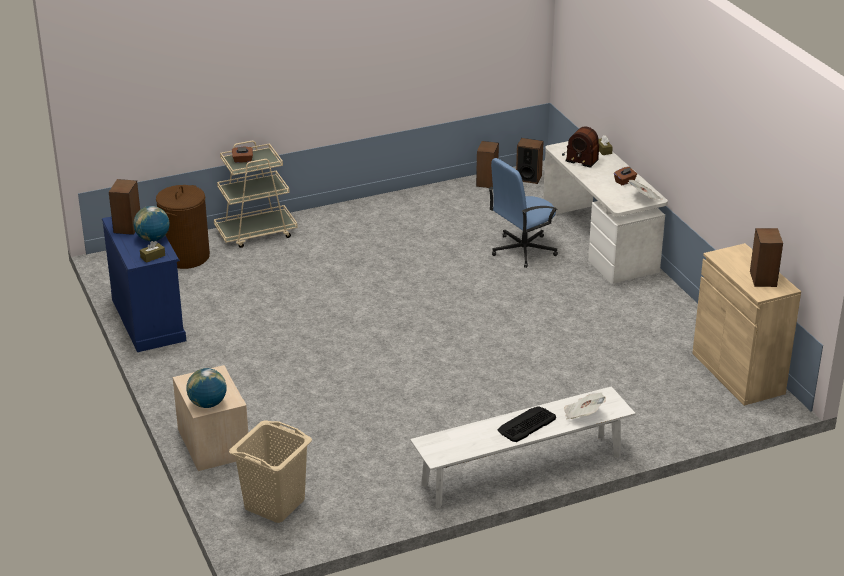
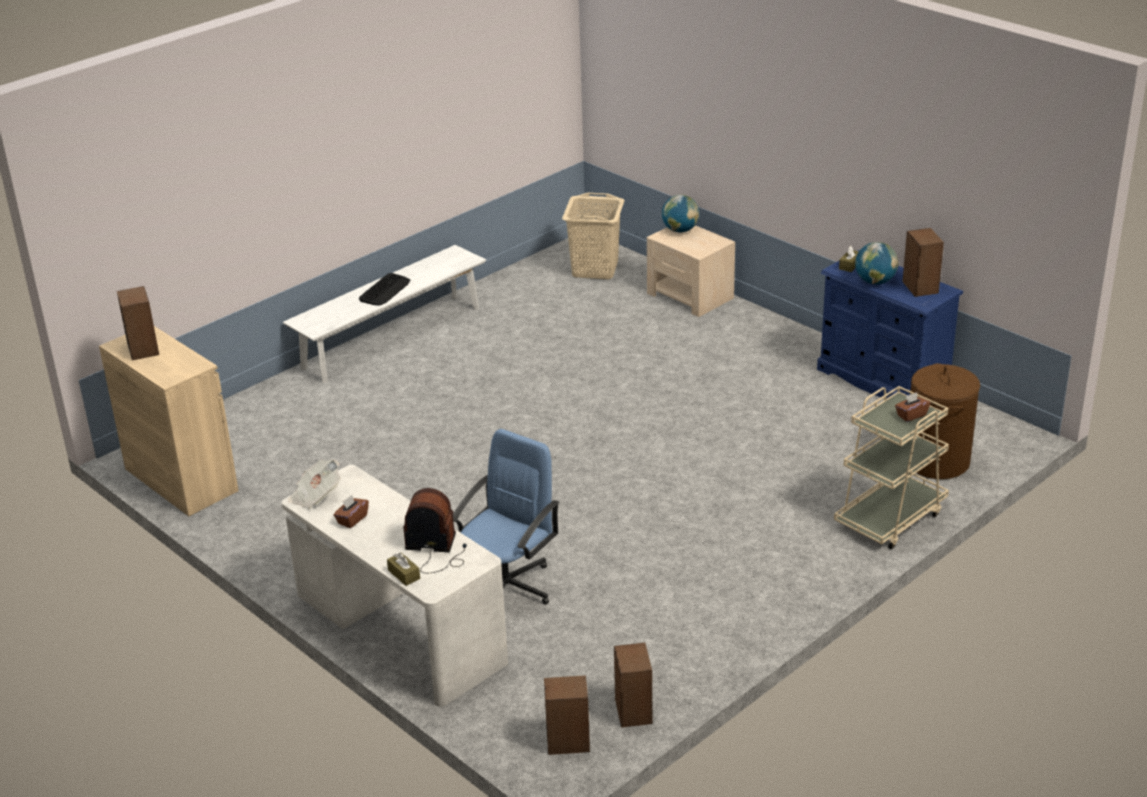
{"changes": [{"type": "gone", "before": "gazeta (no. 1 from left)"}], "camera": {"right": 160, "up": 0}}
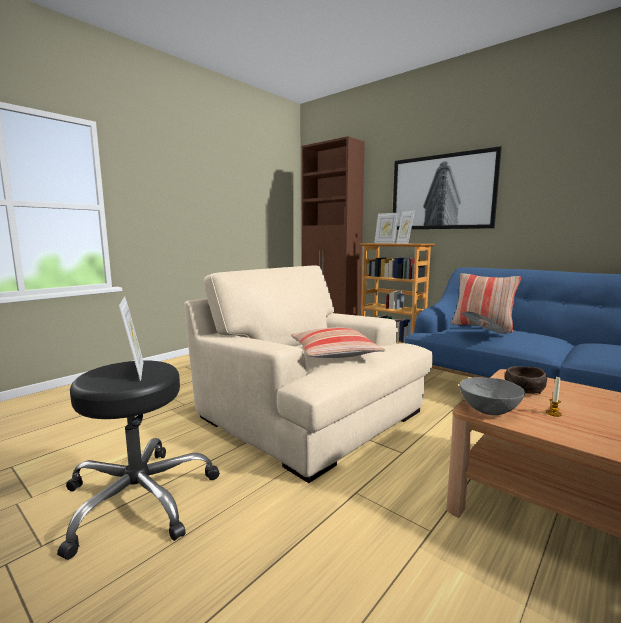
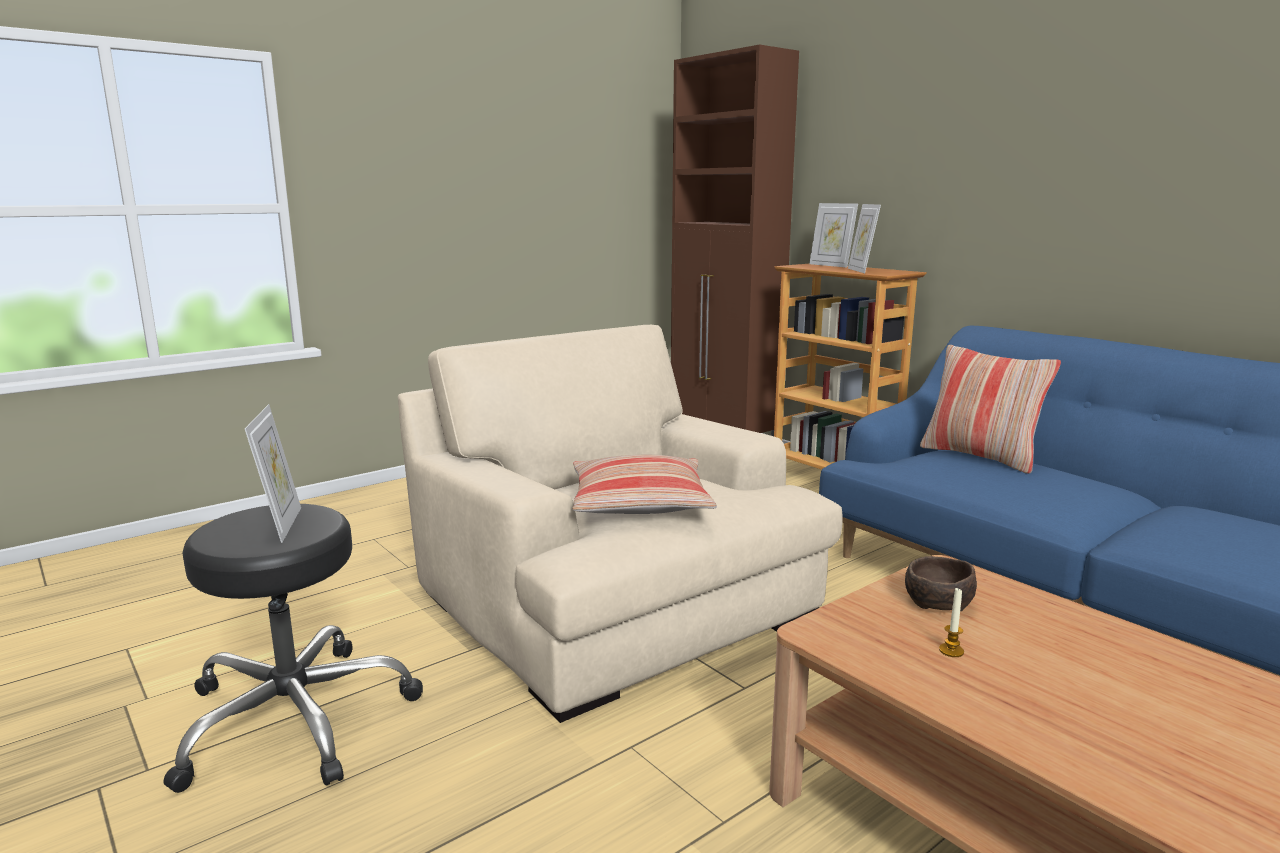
{"changes": [{"type": "gone", "before": "obraz"}, {"type": "gone", "before": "miska (szary)"}, {"type": "gone", "before": "gazeta"}], "camera": {"right": 10, "up": 5}}
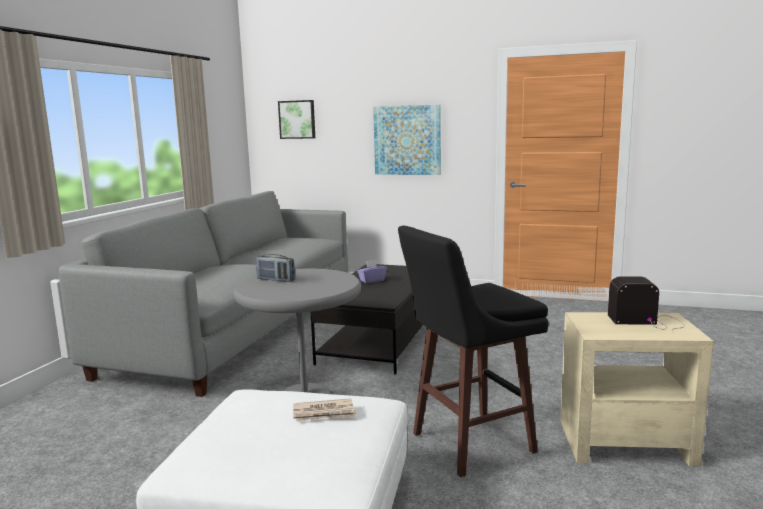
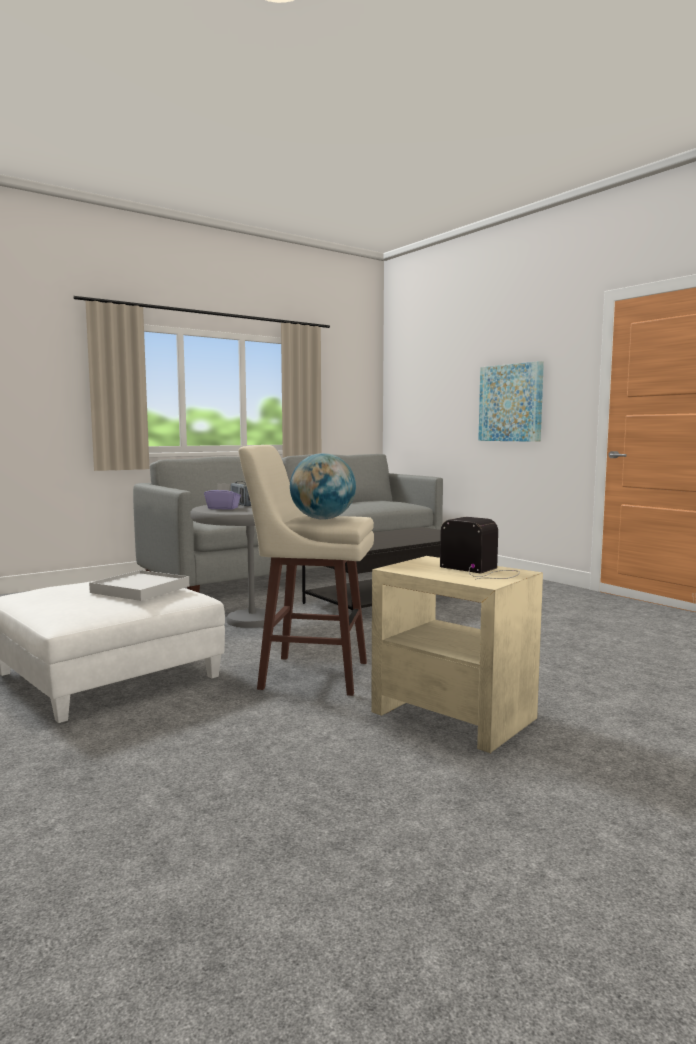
{"changes": [{"type": "swapped", "before": "gazeta", "after": "taca (biały)"}, {"type": "shifted", "before": "pudełko chusteczek (fioletowy)"}, {"type": "repainted", "before": "stołek (czarny)", "after": "stołek (beżowy)"}, {"type": "new", "after": "globus"}, {"type": "gone", "before": "obraz (no. 1 from left)"}], "camera": {"right": 35, "up": -5}}
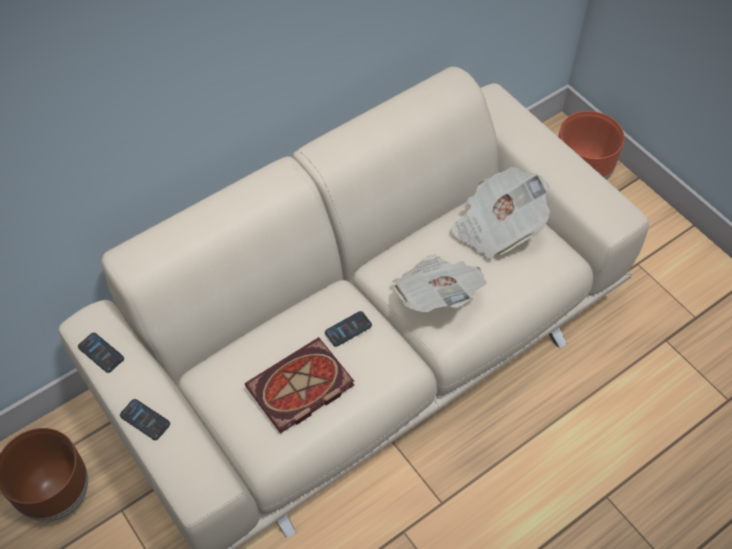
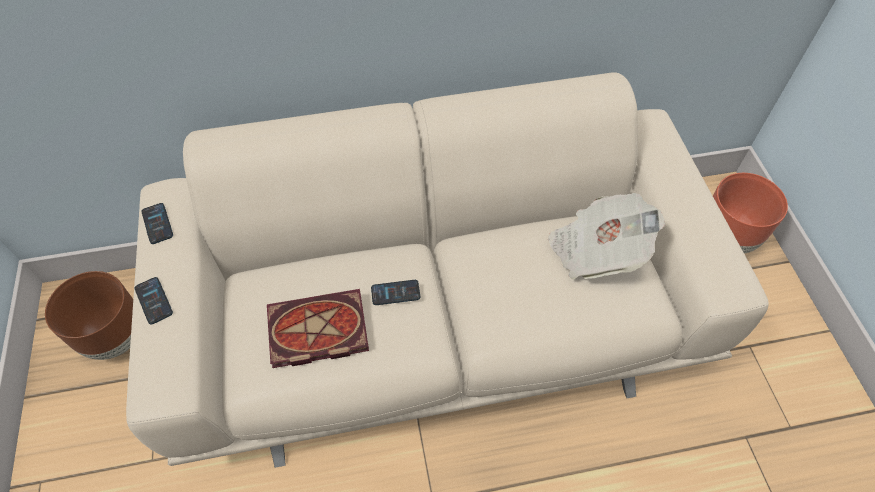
{"changes": [{"type": "gone", "before": "gazeta (no. 1 from left)"}], "camera": {"right": 25, "up": 0}}
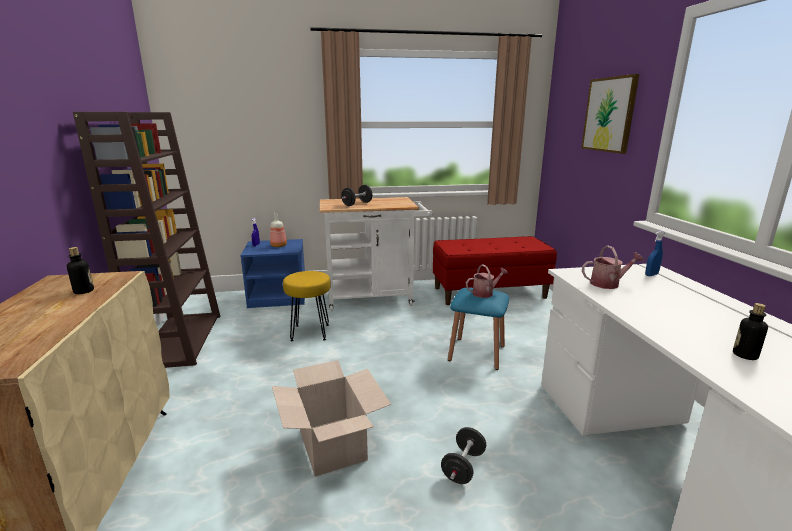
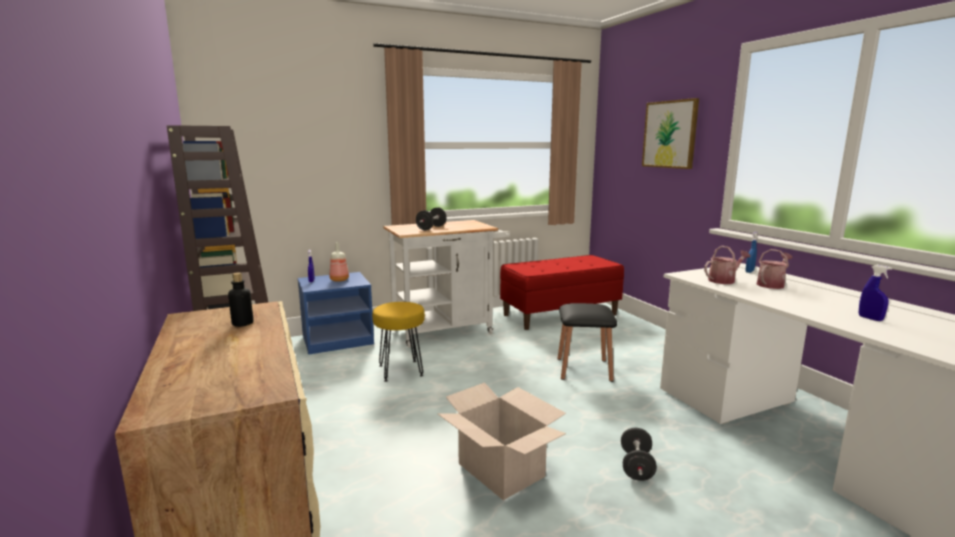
{"changes": [{"type": "repainted", "before": "stołek (niebieski)", "after": "stołek (czarny)"}, {"type": "shifted", "before": "konewka (no. 1 from left in the first image)", "after": "konewka (no. 2 from left)"}, {"type": "swapped", "before": "butelka (no. 3 from left)", "after": "spryskiwacz (niebieski) (no. 3 from left)"}], "camera": {"right": -15, "up": -5}}
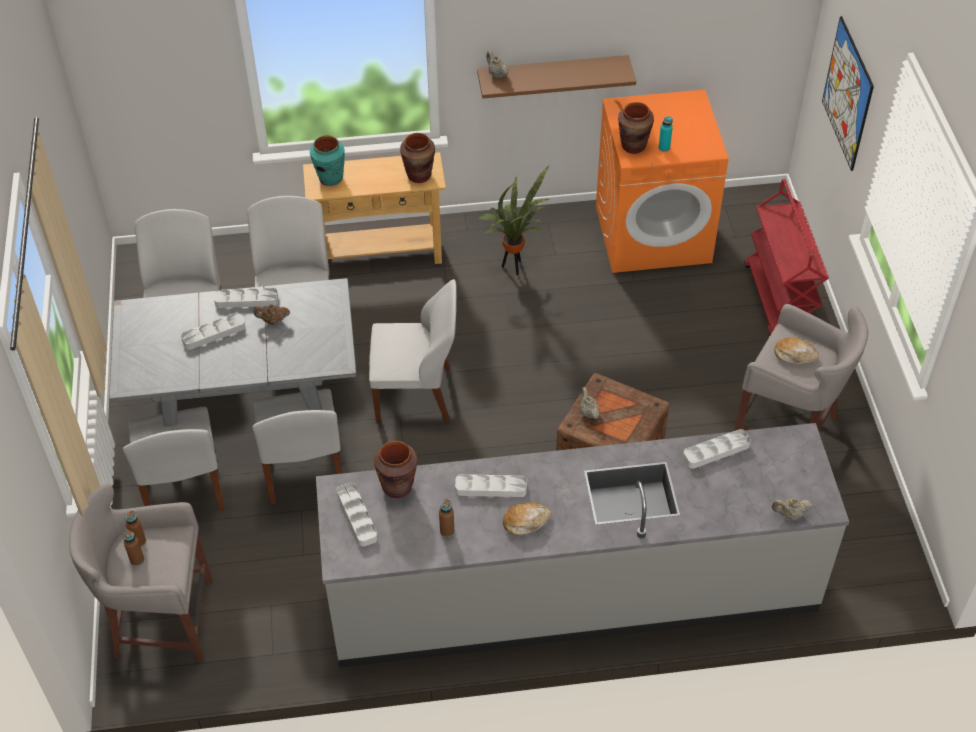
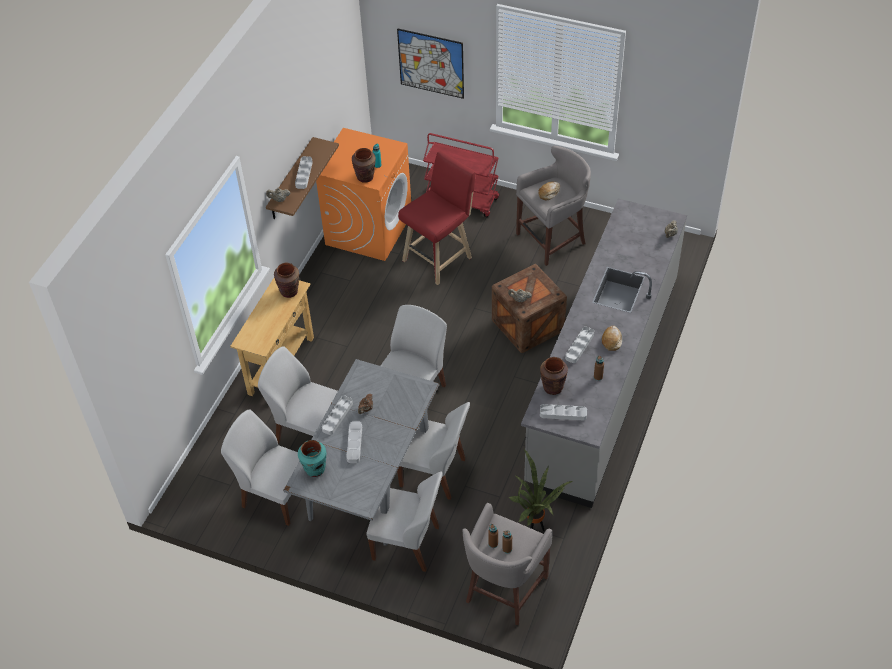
{"changes": [{"type": "shifted", "before": "taca (szary) (no. 5 from left in the first image)", "after": "taca (szary) (no. 1 from left)"}, {"type": "shifted", "before": "wazon (turkusowy)"}, {"type": "new", "after": "stołek (czerwony)"}, {"type": "shifted", "before": "roślina doniczkowa"}], "camera": {"right": -60, "up": 0}}
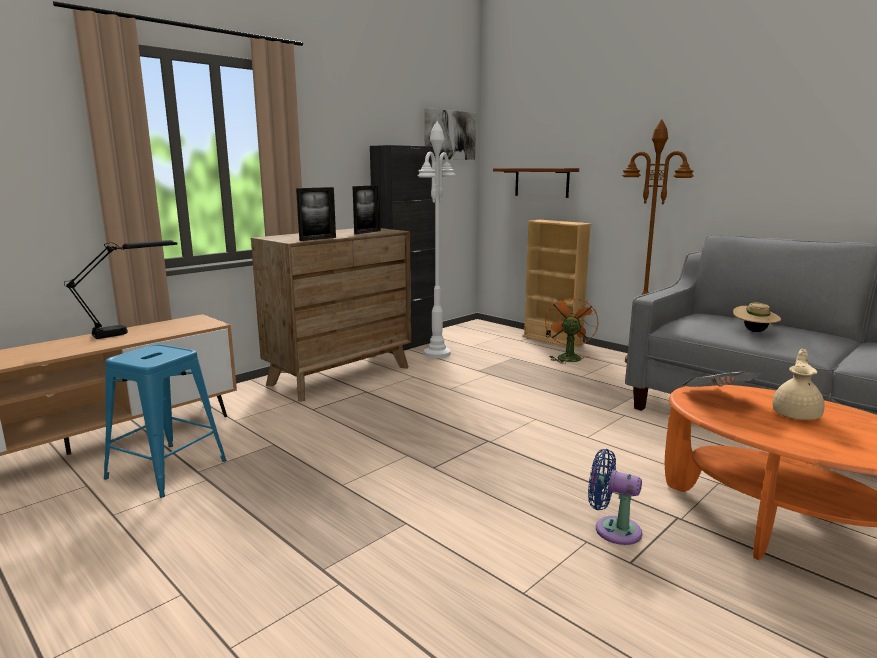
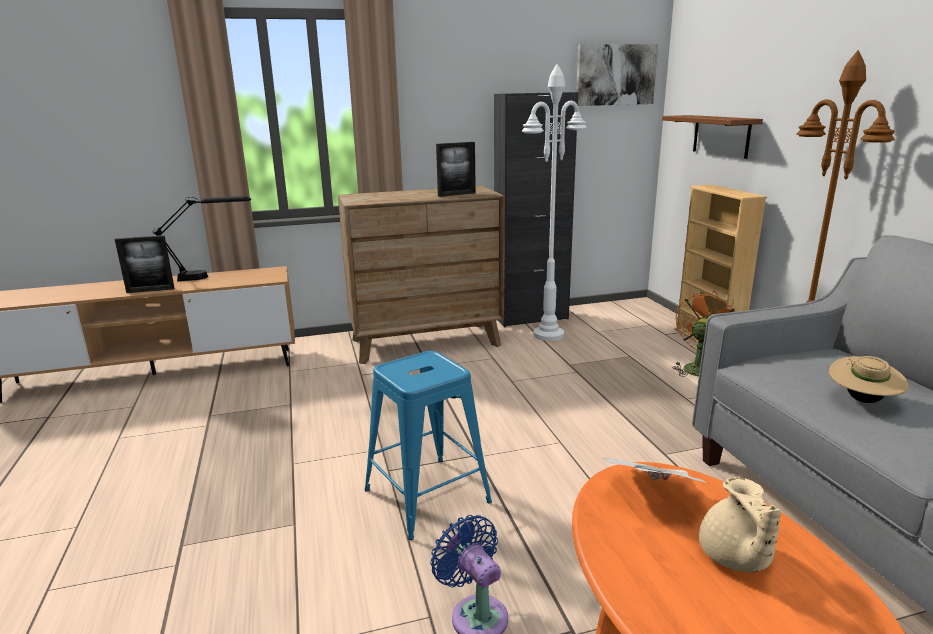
{"changes": [{"type": "shifted", "before": "ramka na zdjęcie (no. 1 from left)"}, {"type": "shifted", "before": "stołek (niebieski)"}, {"type": "rotated", "before": "imbryk (beżowy)", "turn": 120}], "camera": {"right": 30, "up": 5}}
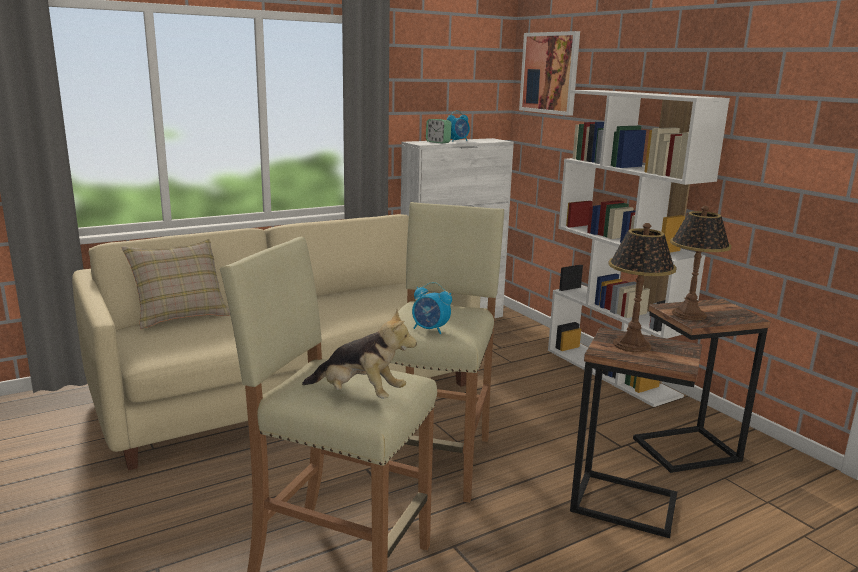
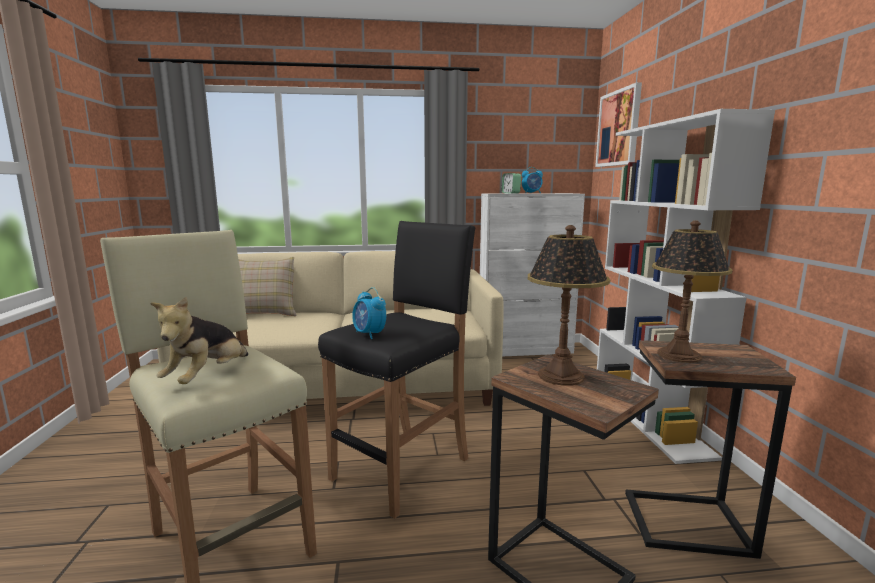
{"changes": [{"type": "rotated", "before": "pluszak", "turn": 60}, {"type": "repainted", "before": "stołek (beżowy) (no. 2 from left)", "after": "stołek (czarny)"}], "camera": {"right": 25, "up": -5}}
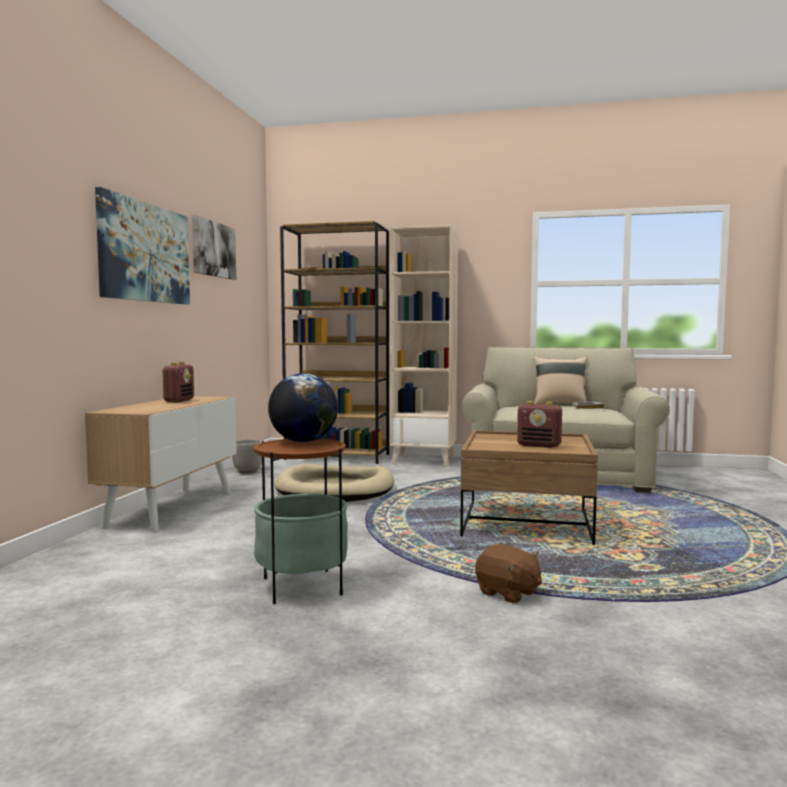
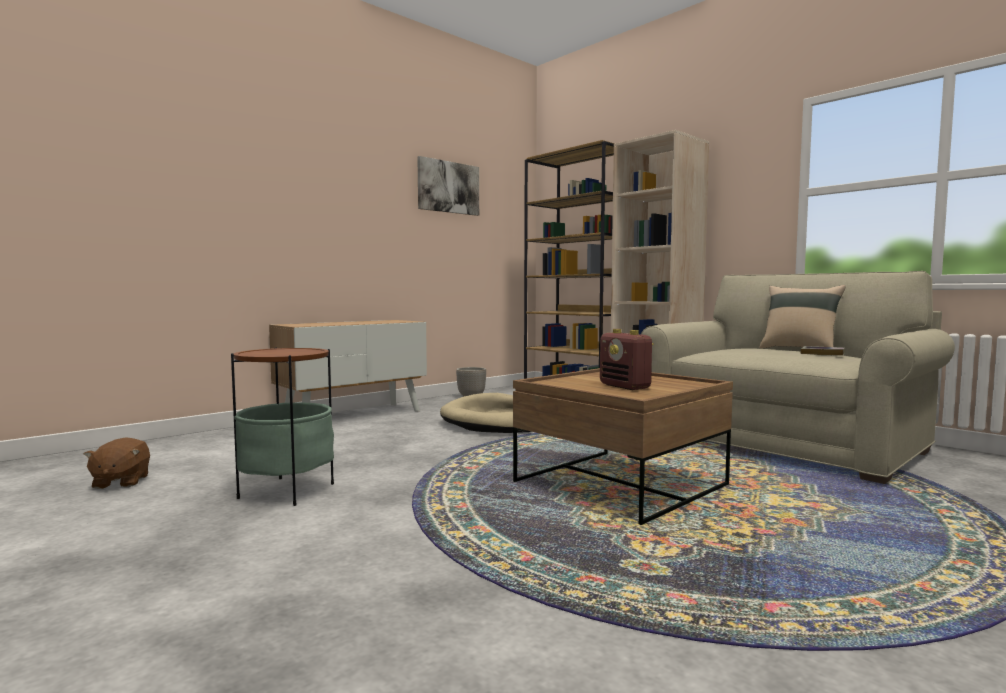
{"changes": [{"type": "shifted", "before": "pluszak (brązowy)"}, {"type": "gone", "before": "obraz (no. 1 from left)"}, {"type": "gone", "before": "radio (no. 1 from left)"}, {"type": "gone", "before": "globus"}], "camera": {"right": 35, "up": 0}}
